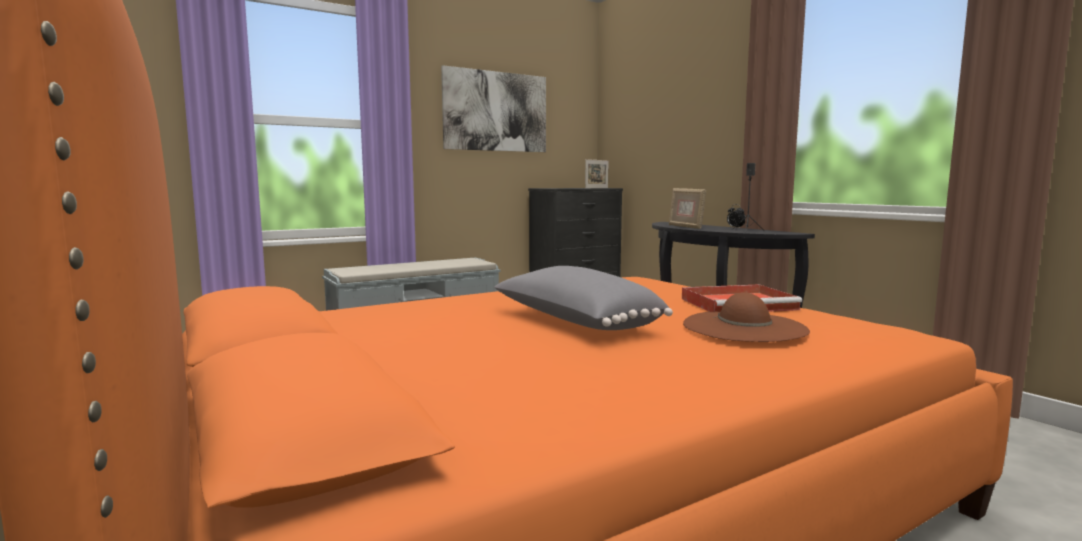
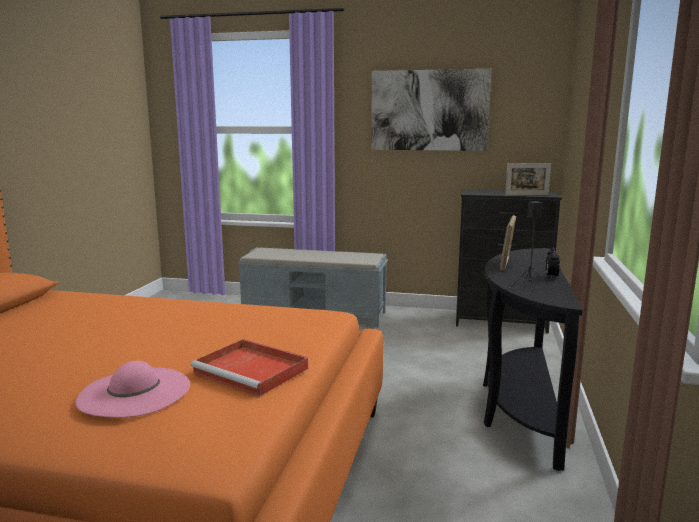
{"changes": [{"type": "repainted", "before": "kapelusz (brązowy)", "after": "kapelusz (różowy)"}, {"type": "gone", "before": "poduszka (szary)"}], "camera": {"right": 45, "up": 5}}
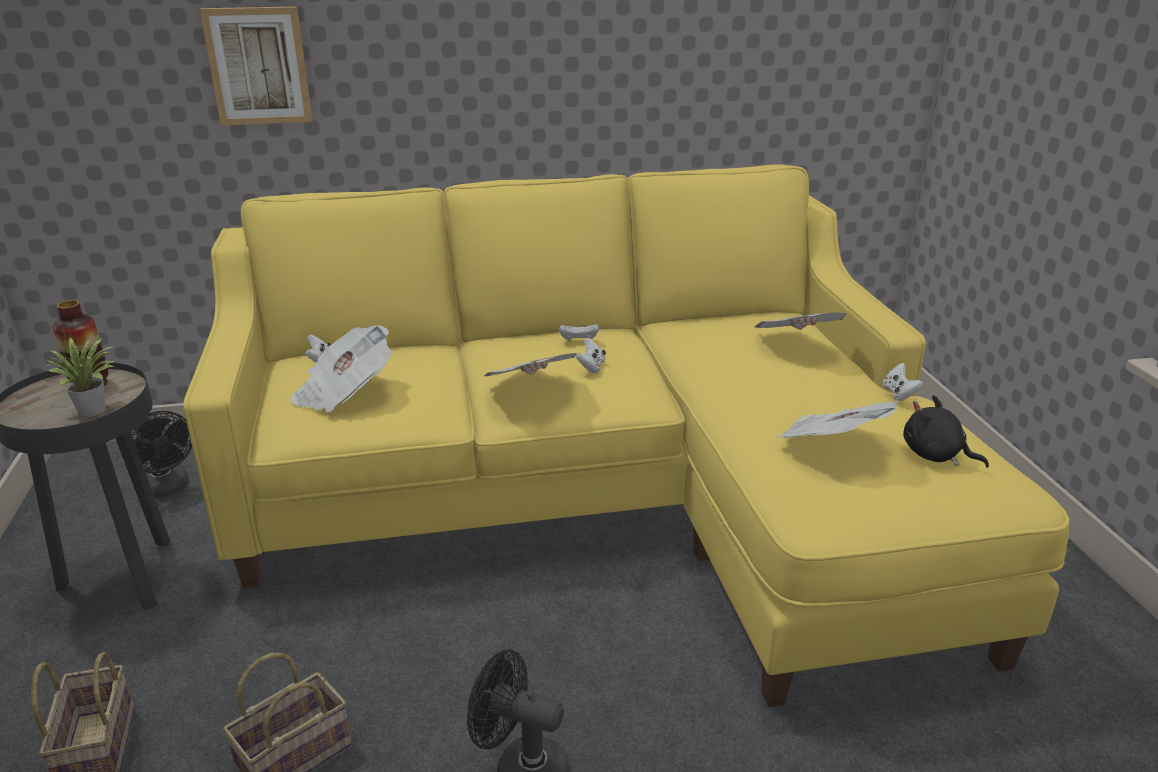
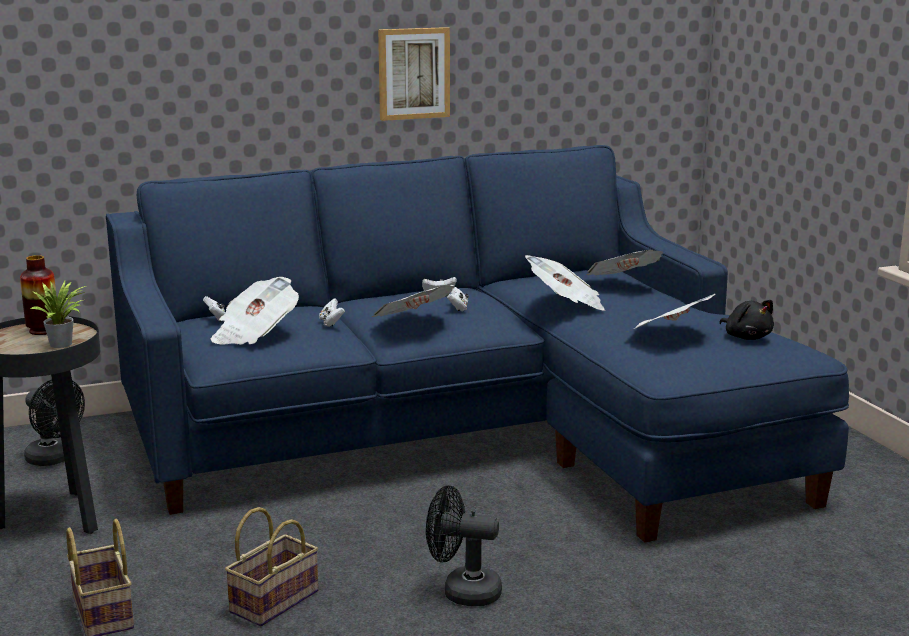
{"changes": [{"type": "repainted", "before": "kanapa (żółty)", "after": "kanapa (niebieski)"}, {"type": "shifted", "before": "pad do gier (biały) (no. 4 from left in the first image)", "after": "pad do gier (biały) (no. 2 from left)"}, {"type": "shifted", "before": "obraz"}, {"type": "new", "after": "gazeta (no. 3 from left)"}, {"type": "rotated", "before": "pluszak (czarny)", "turn": -150}], "camera": {"right": -10, "up": -10}}
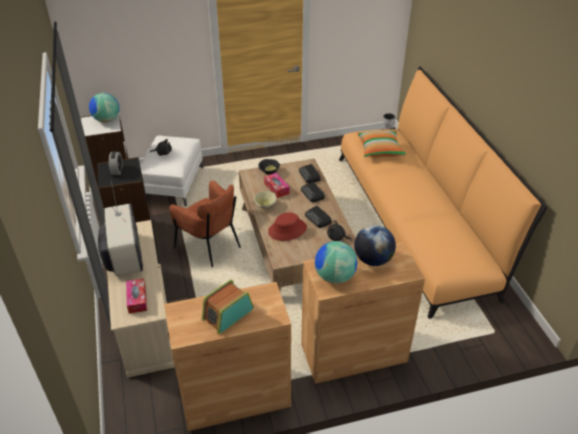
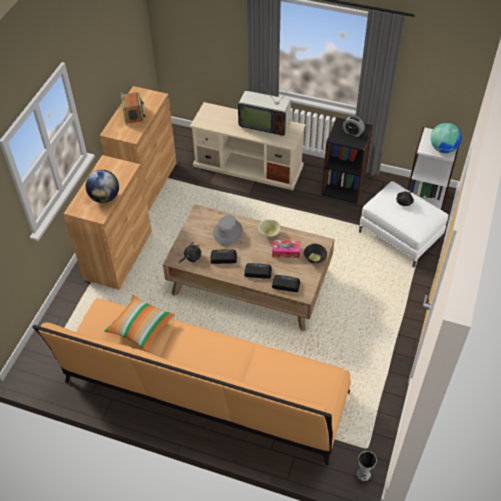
{"changes": [{"type": "shifted", "before": "poduszka"}, {"type": "repainted", "before": "kapelusz (czerwony)", "after": "kapelusz (szary)"}, {"type": "gone", "before": "pudełko chusteczek (no. 1 from left)"}, {"type": "gone", "before": "fotel (brązowy)"}, {"type": "gone", "before": "globus (no. 2 from left)"}], "camera": {"right": 125, "up": 10}}
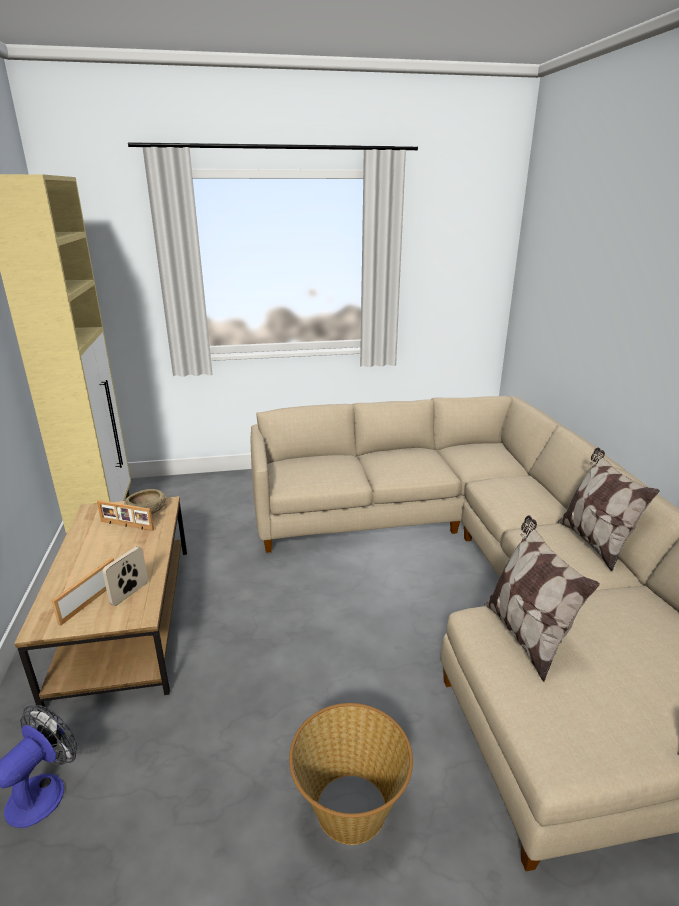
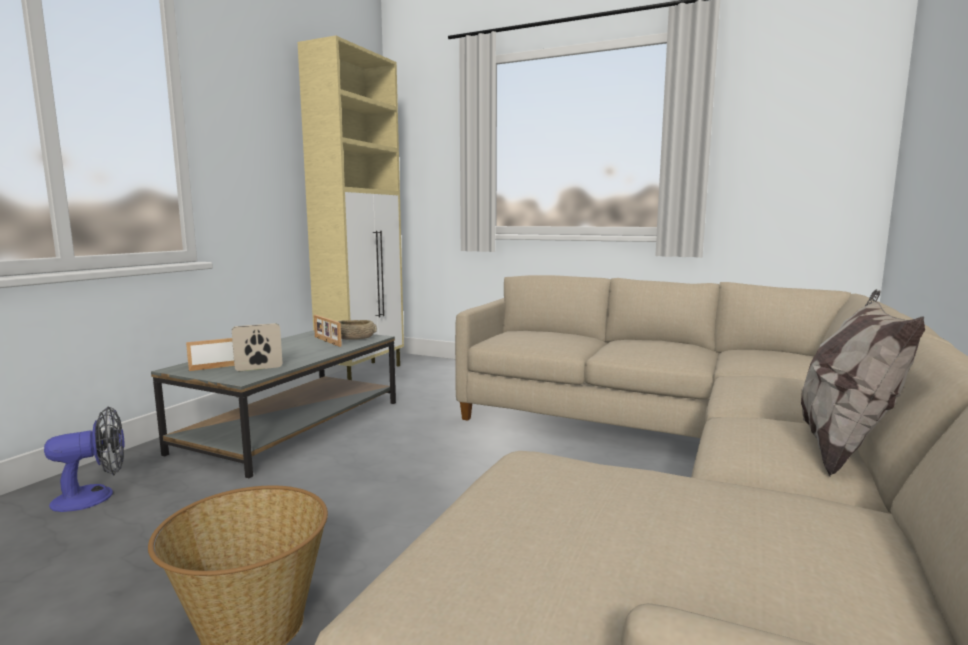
{"changes": [{"type": "repainted", "before": "ława (brązowy)", "after": "ława (szary)"}, {"type": "gone", "before": "poduszka (no. 1 from left)"}], "camera": {"right": 35, "up": -15}}
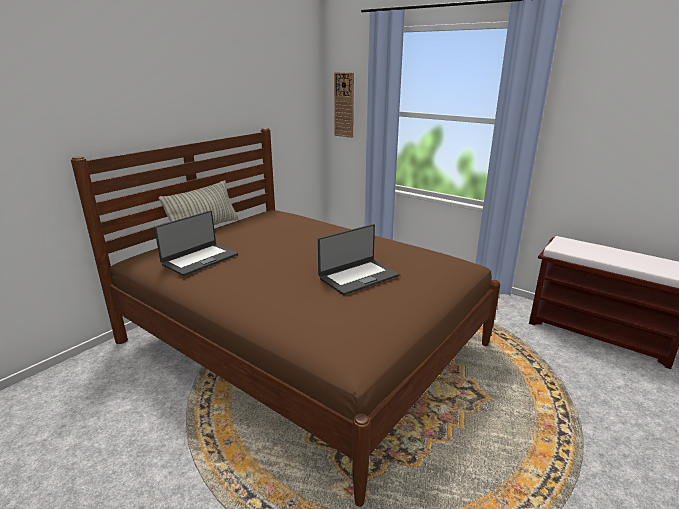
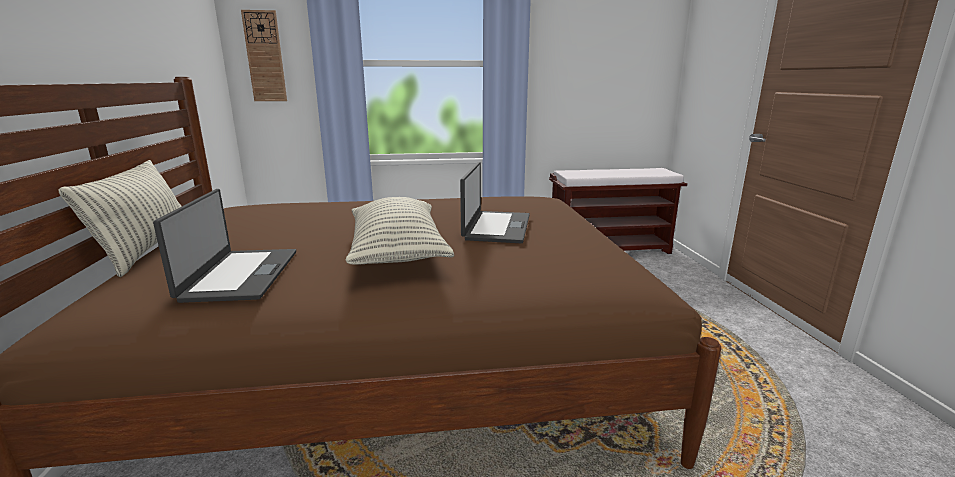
{"changes": [{"type": "new", "after": "poduszka (no. 2 from left)"}], "camera": {"right": -45, "up": -5}}
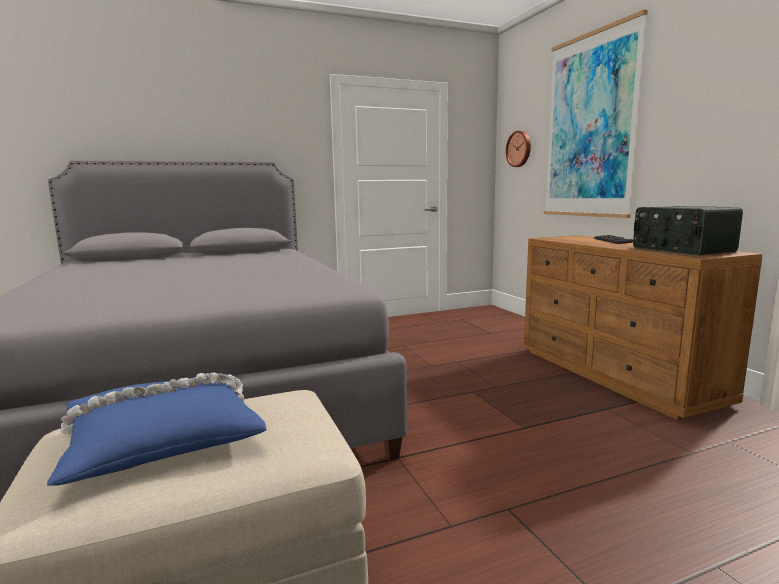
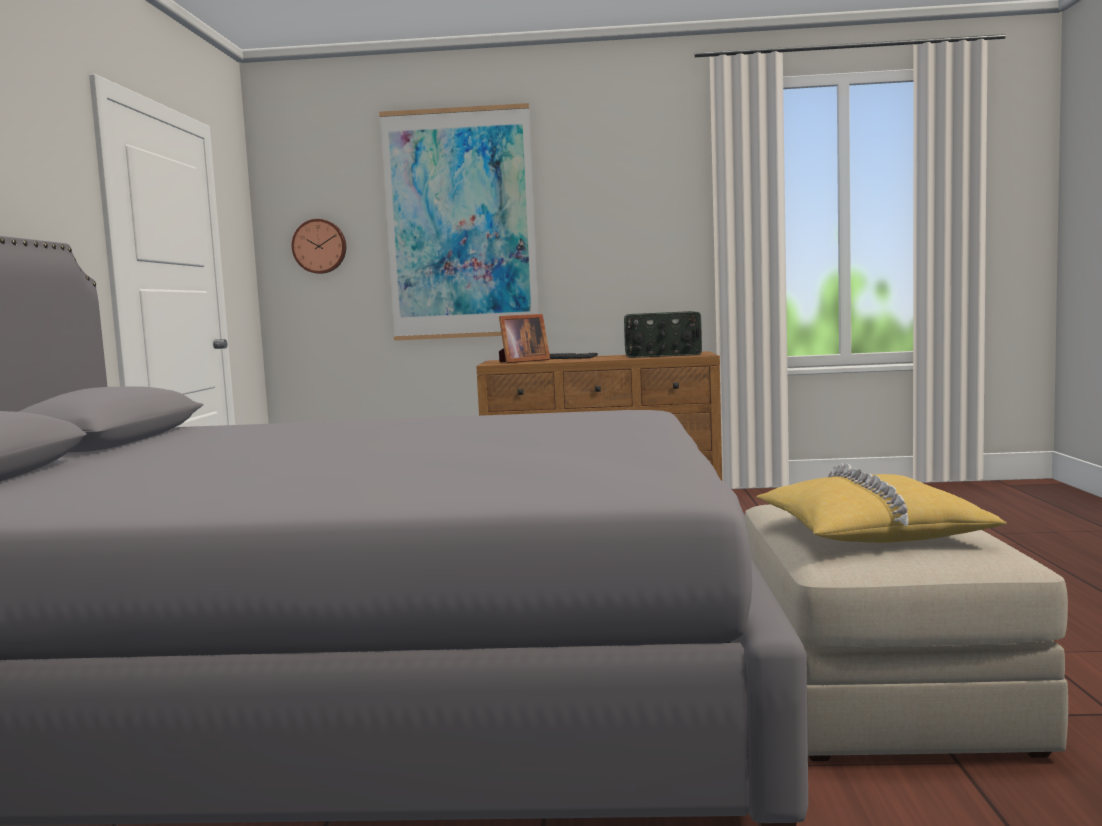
{"changes": [{"type": "new", "after": "ramka na zdjęcie"}, {"type": "repainted", "before": "poduszka (niebieski)", "after": "poduszka (żółty)"}], "camera": {"right": -65, "up": -5}}
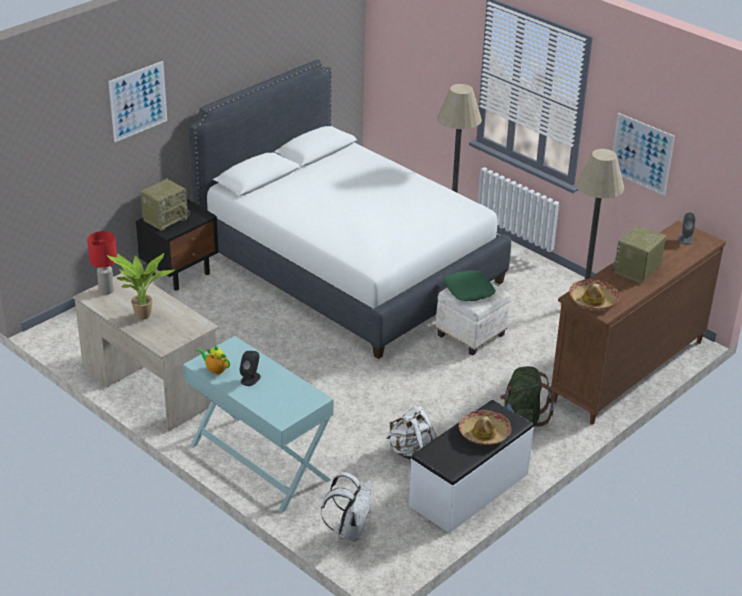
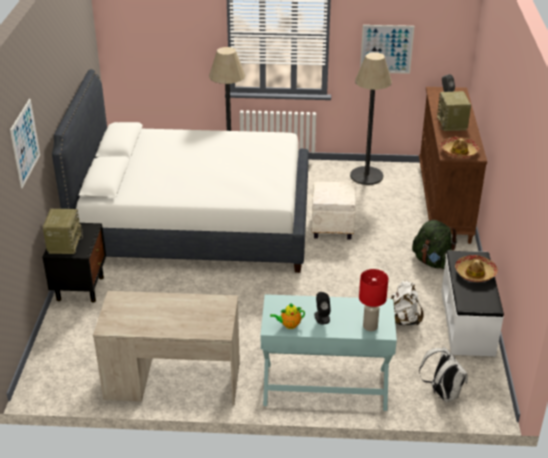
{"changes": [{"type": "shifted", "before": "lampa stołowa (czerwony)"}, {"type": "gone", "before": "roślina doniczkowa"}, {"type": "gone", "before": "poduszka (zielony)"}], "camera": {"right": -40, "up": 0}}
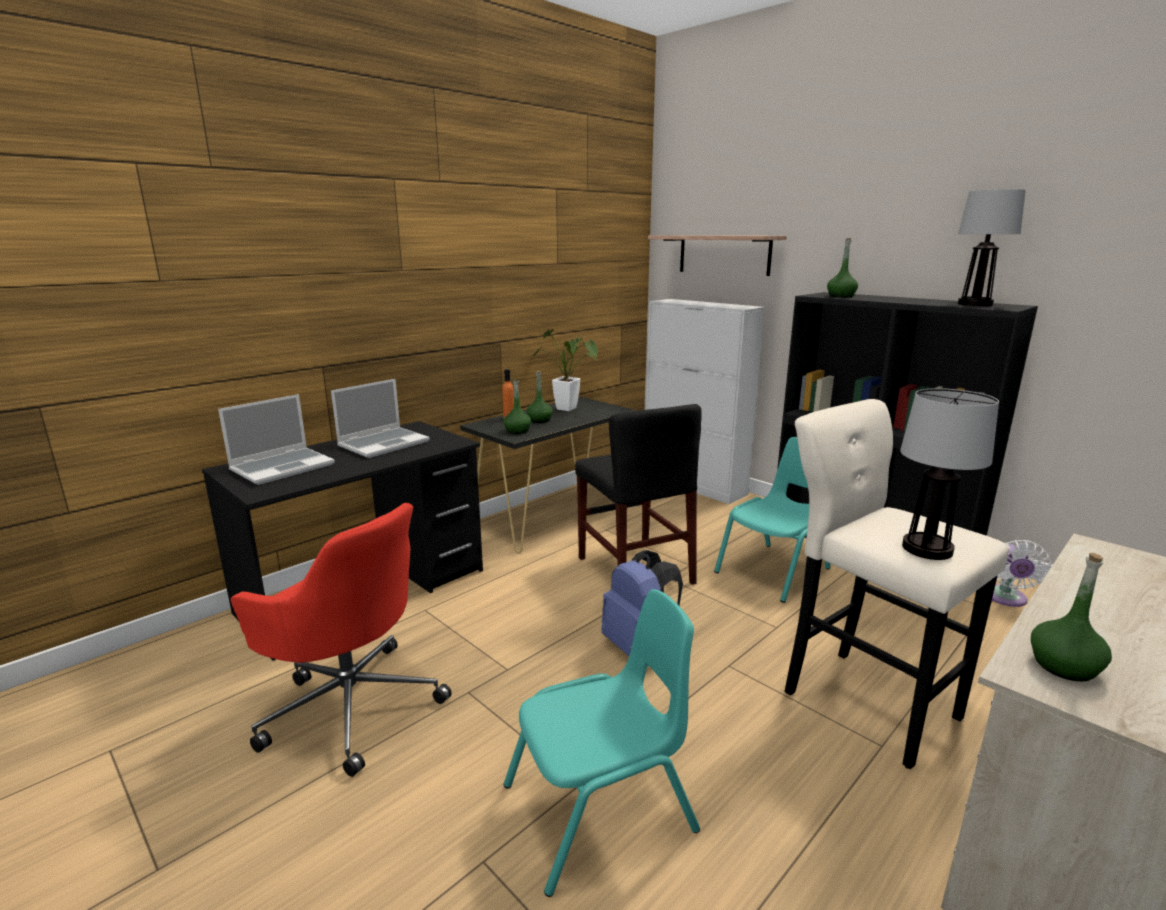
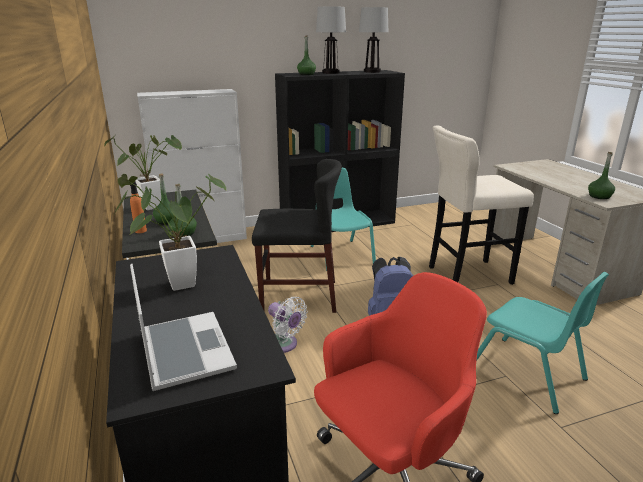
{"changes": [{"type": "swapped", "before": "laptop (no. 2 from left)", "after": "roślina doniczkowa (no. 2 from left)"}, {"type": "shifted", "before": "wentylator (biały)"}, {"type": "shifted", "before": "lampa stołowa (no. 1 from left)"}, {"type": "rotated", "before": "krzesło (turkusowy) (no. 1 from left in the first image)", "turn": 135}, {"type": "gone", "before": "półka"}], "camera": {"right": -65, "up": 5}}
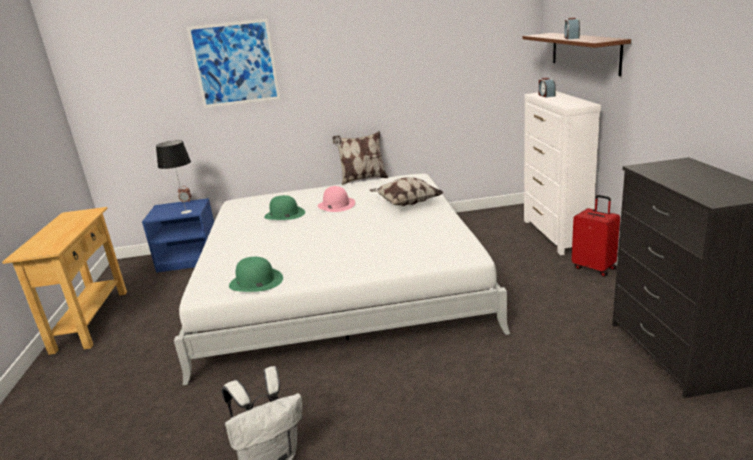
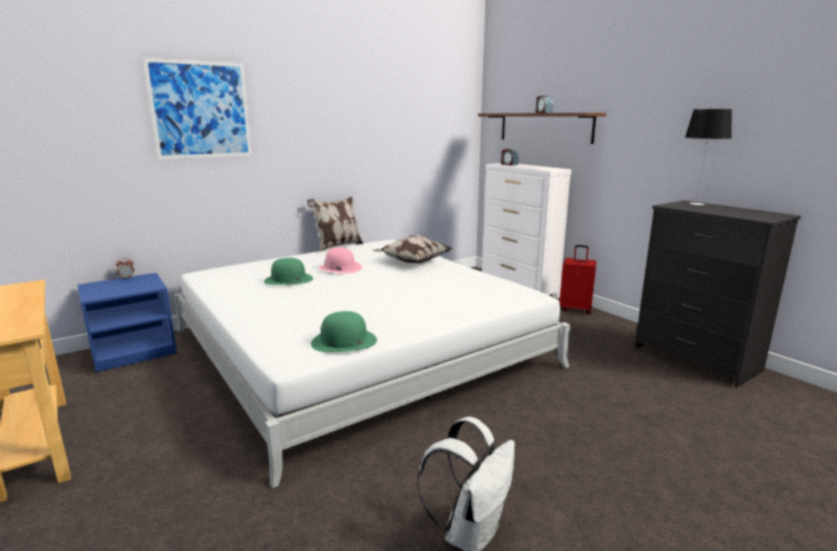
{"changes": [{"type": "shifted", "before": "lampa stołowa"}], "camera": {"right": -30, "up": -5}}
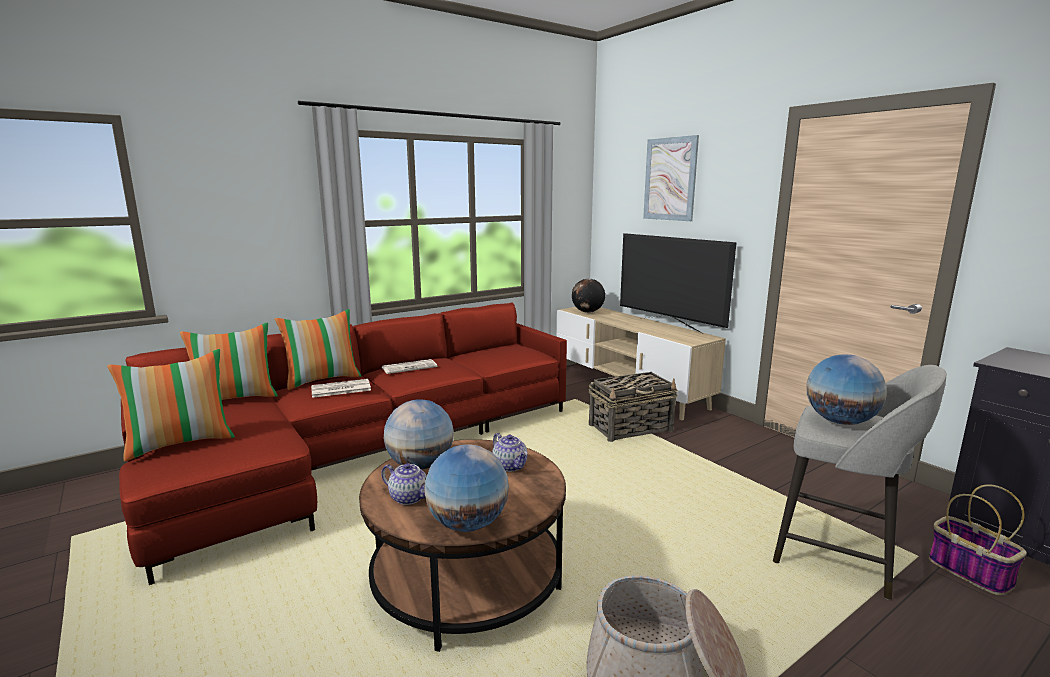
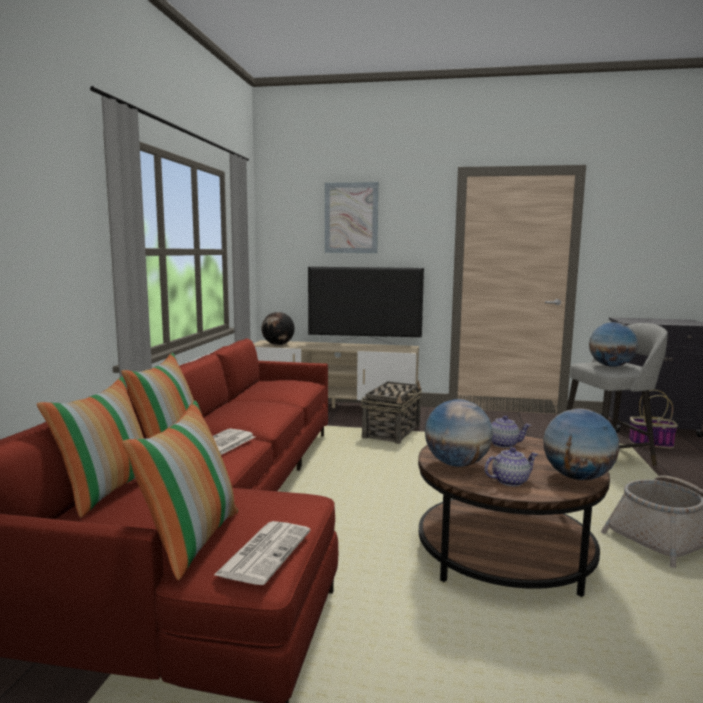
{"changes": [{"type": "shifted", "before": "gazeta (no. 2 from left)"}], "camera": {"right": -45, "up": -5}}
